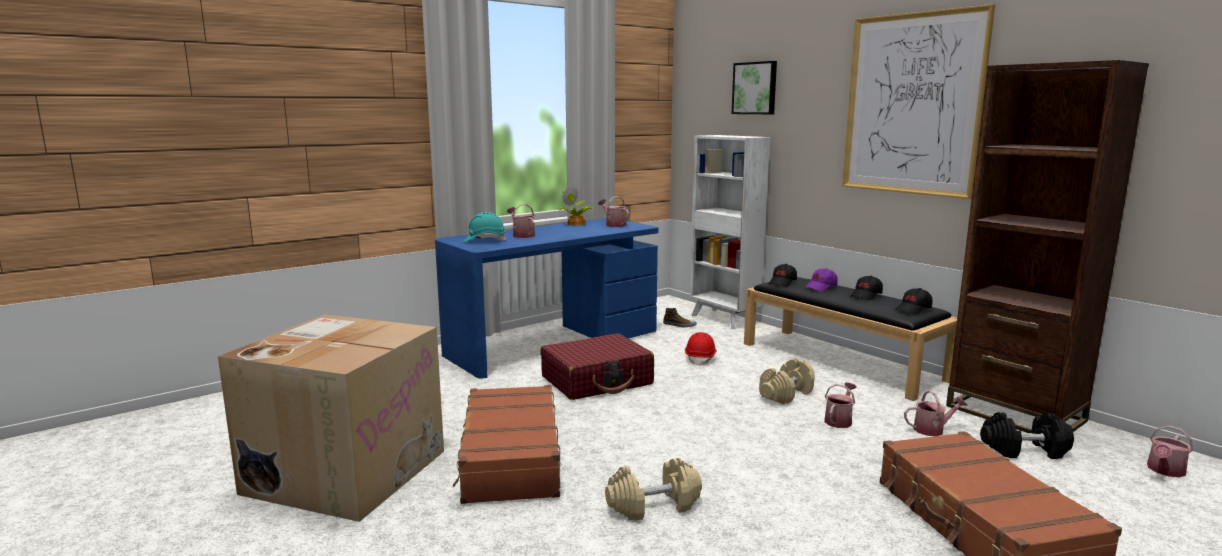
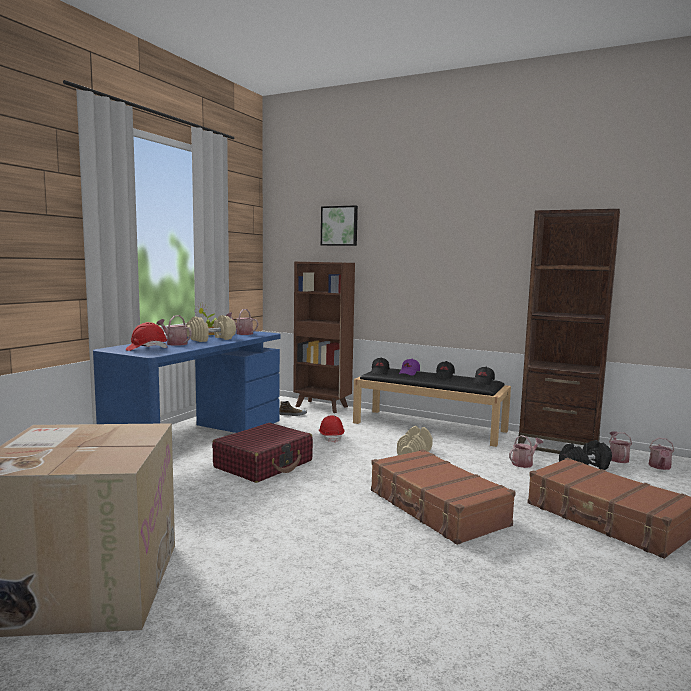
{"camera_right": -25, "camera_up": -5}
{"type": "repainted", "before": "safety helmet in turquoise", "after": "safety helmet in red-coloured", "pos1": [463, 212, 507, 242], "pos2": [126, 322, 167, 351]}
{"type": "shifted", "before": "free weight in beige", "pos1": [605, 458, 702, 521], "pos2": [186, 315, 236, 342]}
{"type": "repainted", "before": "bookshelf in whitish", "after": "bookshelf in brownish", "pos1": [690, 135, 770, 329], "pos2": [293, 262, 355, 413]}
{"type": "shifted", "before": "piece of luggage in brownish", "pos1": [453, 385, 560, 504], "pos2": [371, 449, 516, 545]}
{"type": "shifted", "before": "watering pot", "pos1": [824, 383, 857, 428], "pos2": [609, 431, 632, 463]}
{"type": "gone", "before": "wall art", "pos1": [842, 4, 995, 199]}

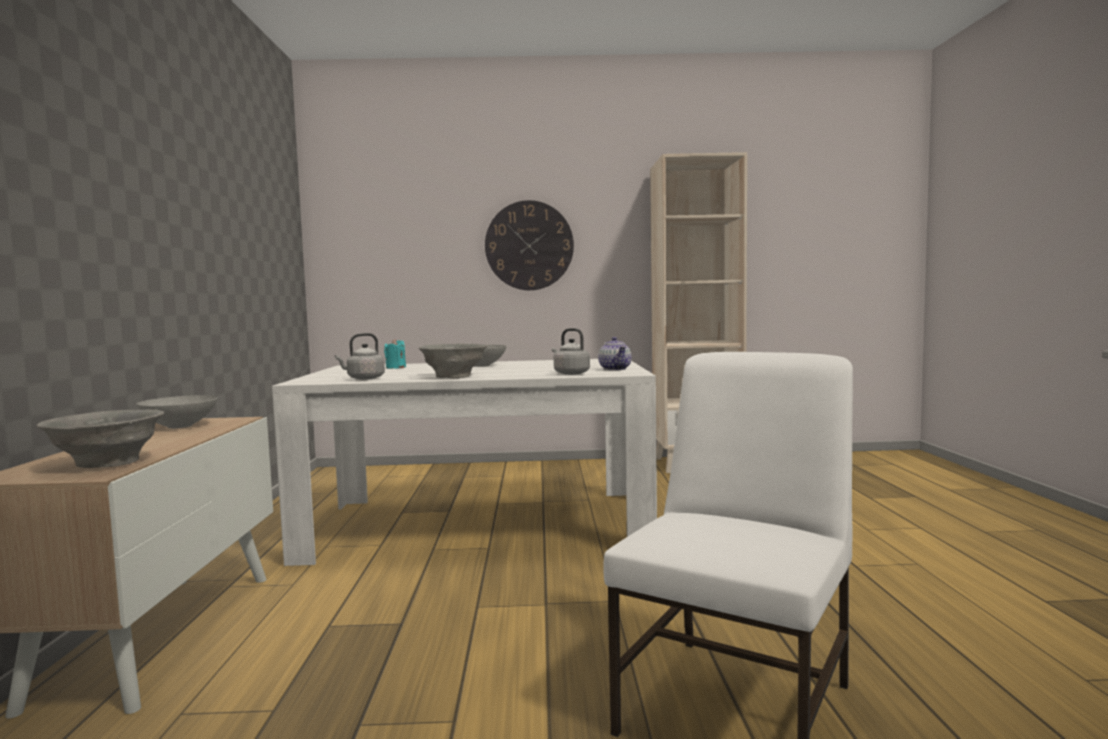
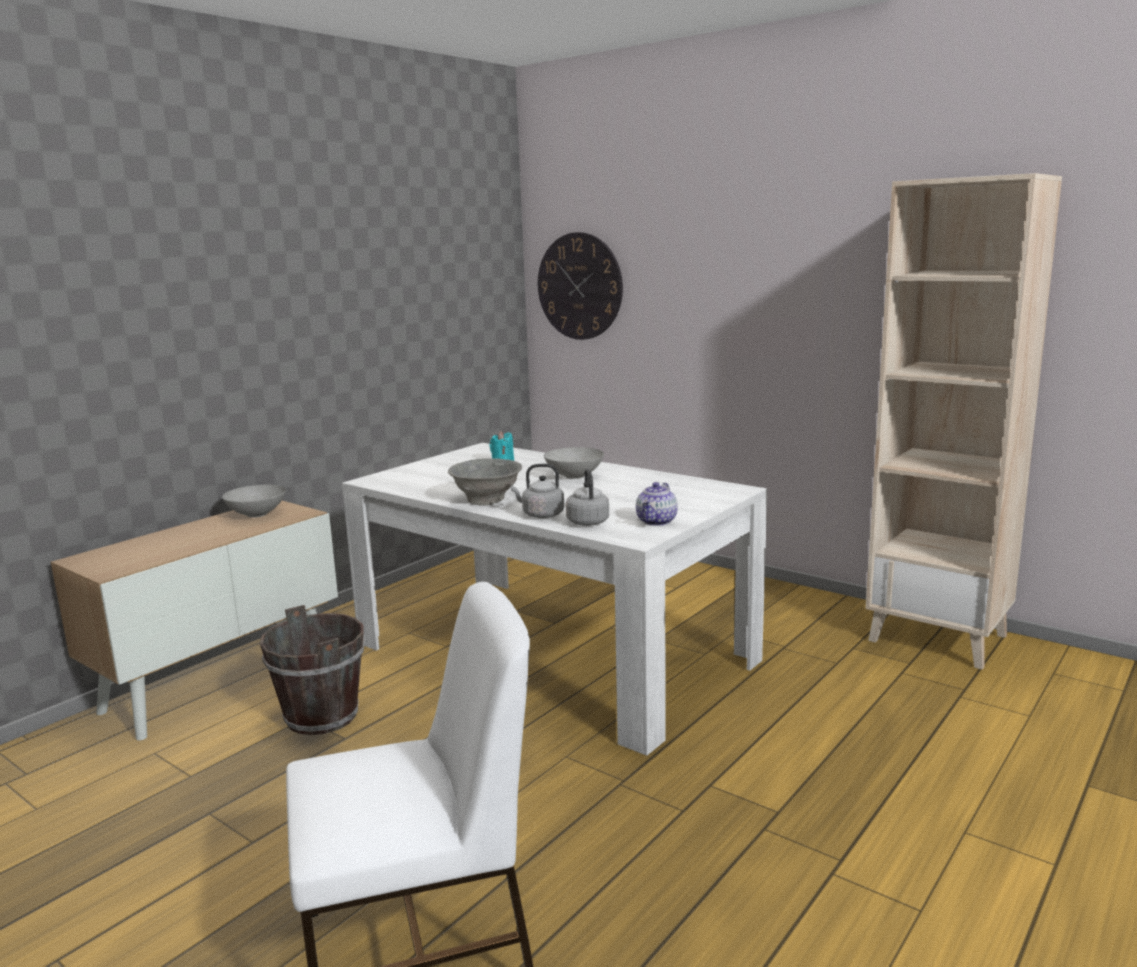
{"camera_right": 40, "camera_up": 10}
{"type": "new", "after": "pail in brownish", "pos2": [260, 605, 365, 735]}
{"type": "shifted", "before": "tea kettle in gray", "pos1": [335, 333, 385, 380], "pos2": [511, 464, 564, 518]}
{"type": "shifted", "before": "wall clock", "pos1": [485, 200, 574, 290], "pos2": [538, 232, 623, 340]}
{"type": "gone", "before": "deep dish in gray", "pos1": [37, 409, 164, 468]}

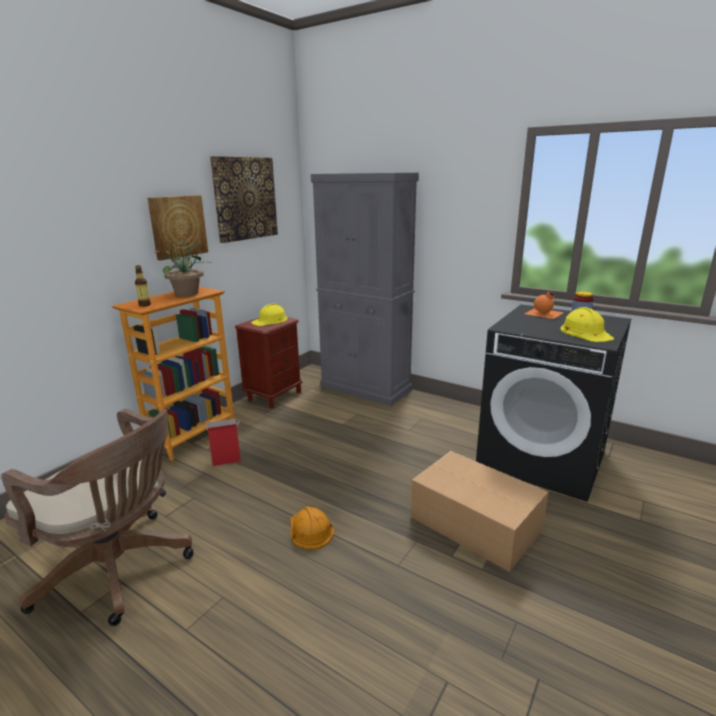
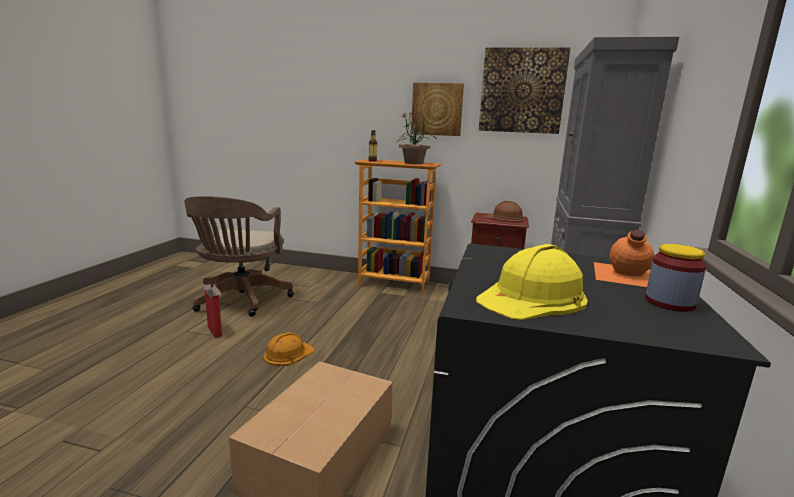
{"camera_right": 70, "camera_up": -5}
{"type": "shifted", "before": "cardboard box", "pos1": [205, 418, 241, 466], "pos2": [202, 284, 222, 338]}
{"type": "repainted", "before": "safety helmet in yellowish", "after": "safety helmet in brownish", "pos1": [251, 303, 287, 326], "pos2": [485, 201, 524, 222]}

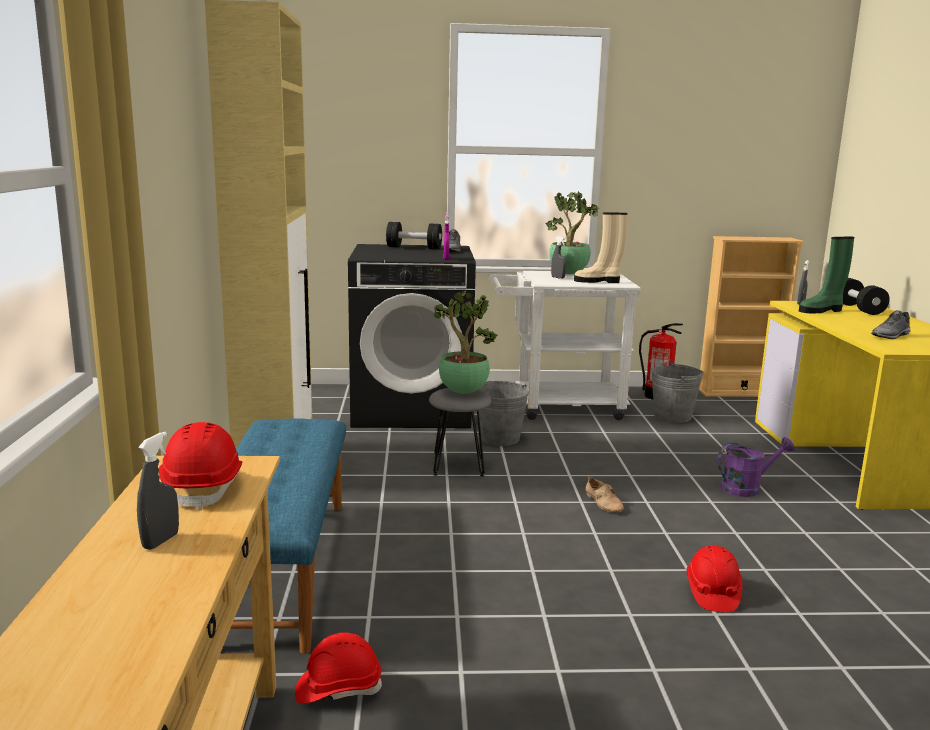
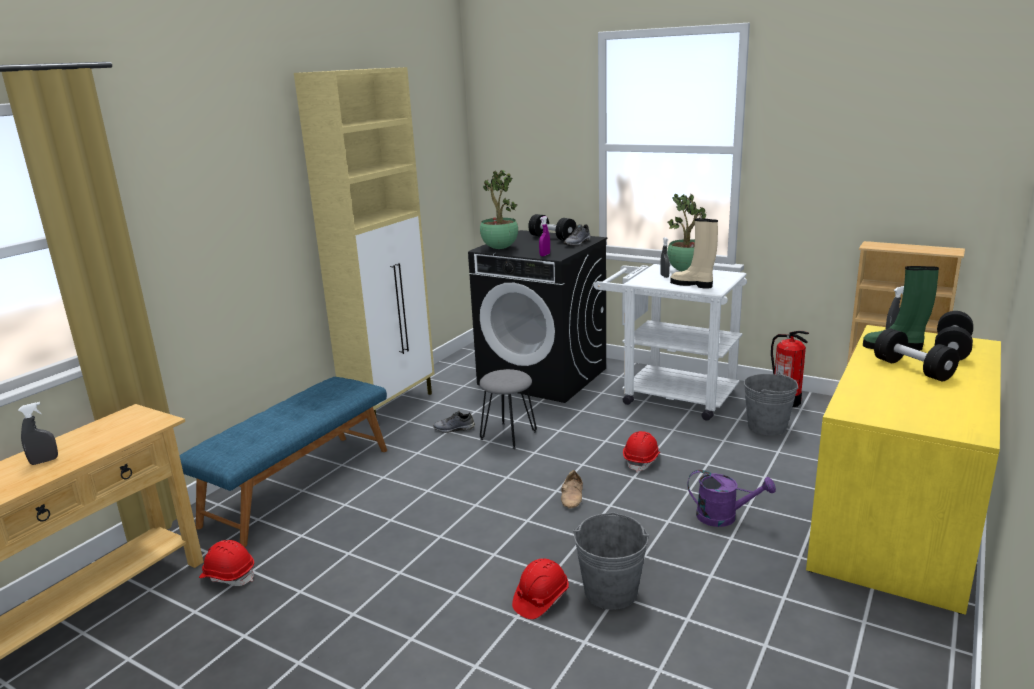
{"camera_right": 35, "camera_up": 5}
{"type": "shifted", "before": "shoe in gray", "pos1": [871, 310, 910, 339], "pos2": [433, 411, 475, 433]}
{"type": "shifted", "before": "houseplant", "pos1": [434, 291, 497, 394], "pos2": [480, 170, 518, 249]}
{"type": "shifted", "before": "pail in gray", "pos1": [476, 381, 529, 446], "pos2": [573, 512, 649, 610]}
{"type": "shifted", "before": "safety helmet in red-coloured", "pos1": [159, 422, 242, 510], "pos2": [623, 431, 660, 472]}
{"type": "new", "after": "free weight in black-coloured", "pos2": [874, 328, 959, 381]}

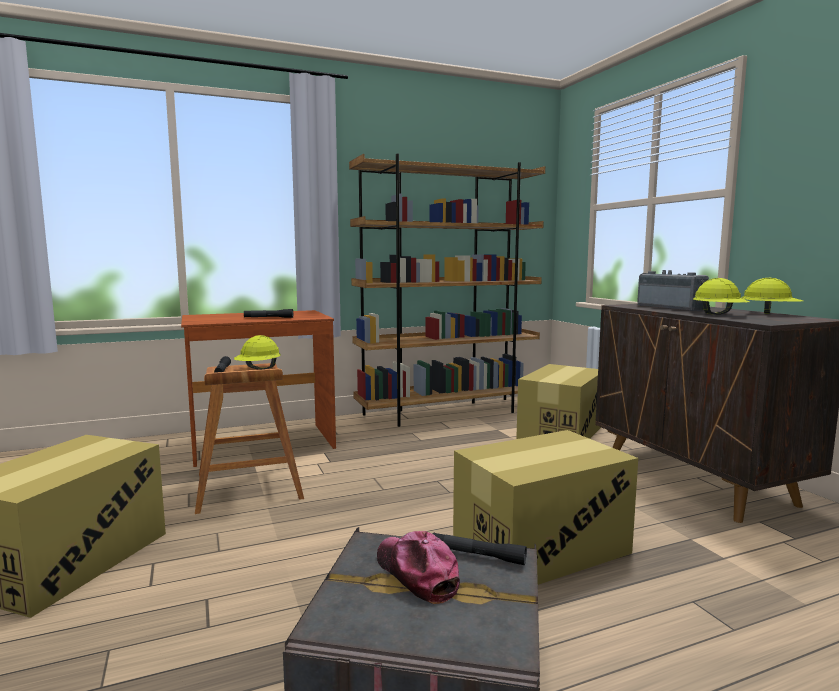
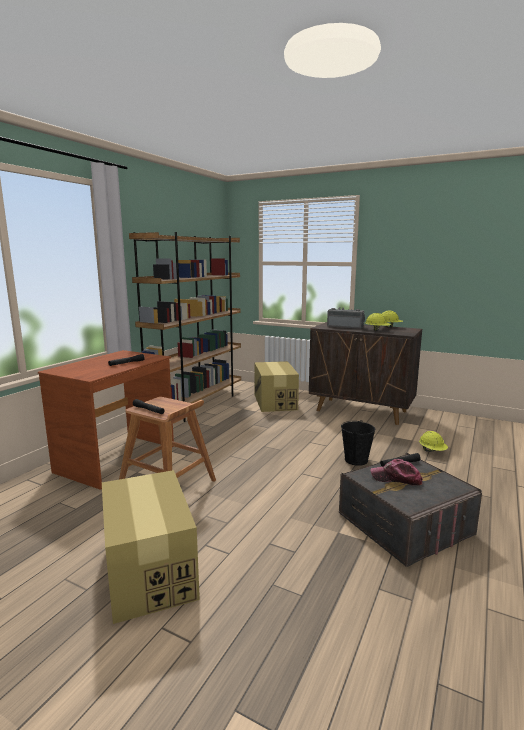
{"camera_right": -40, "camera_up": 5}
{"type": "swapped", "before": "cardboard box", "after": "pail in black-coloured", "pos1": [453, 430, 638, 585], "pos2": [341, 420, 375, 466]}
{"type": "shifted", "before": "safety helmet in yellowish", "pos1": [234, 335, 281, 370], "pos2": [419, 431, 448, 452]}

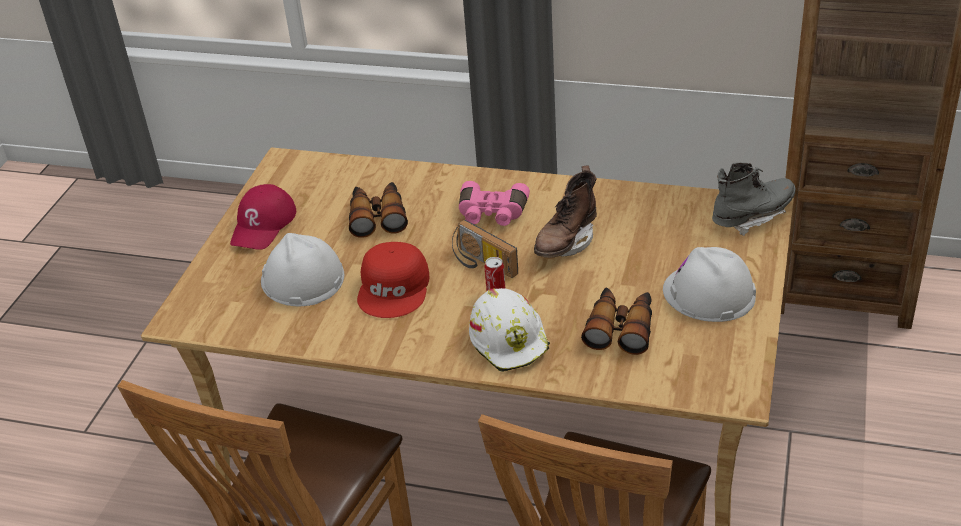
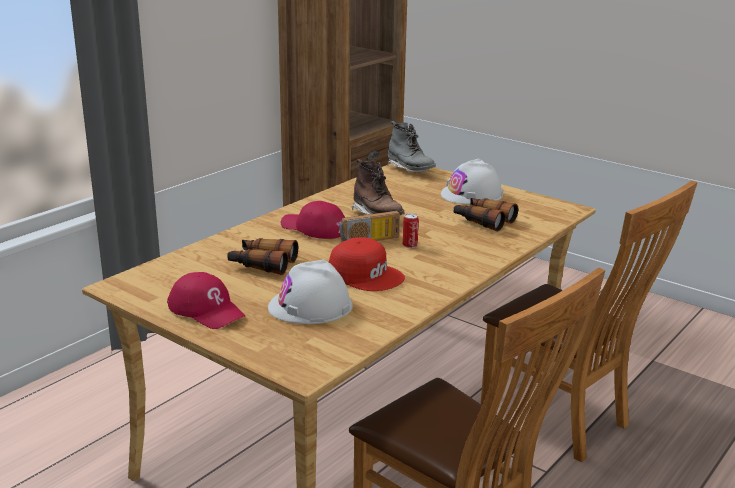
{"camera_right": -70, "camera_up": -15}
{"type": "swapped", "before": "field glasses in pink-coloured", "after": "peaked cap in red-coloured", "pos1": [459, 181, 530, 226], "pos2": [281, 201, 345, 239]}
{"type": "rotated", "before": "boot in gray", "pos1": [712, 163, 796, 236], "pos2": [387, 121, 436, 173], "turn": 150}
{"type": "gone", "before": "safety helmet in whitish", "pos1": [469, 288, 550, 372]}

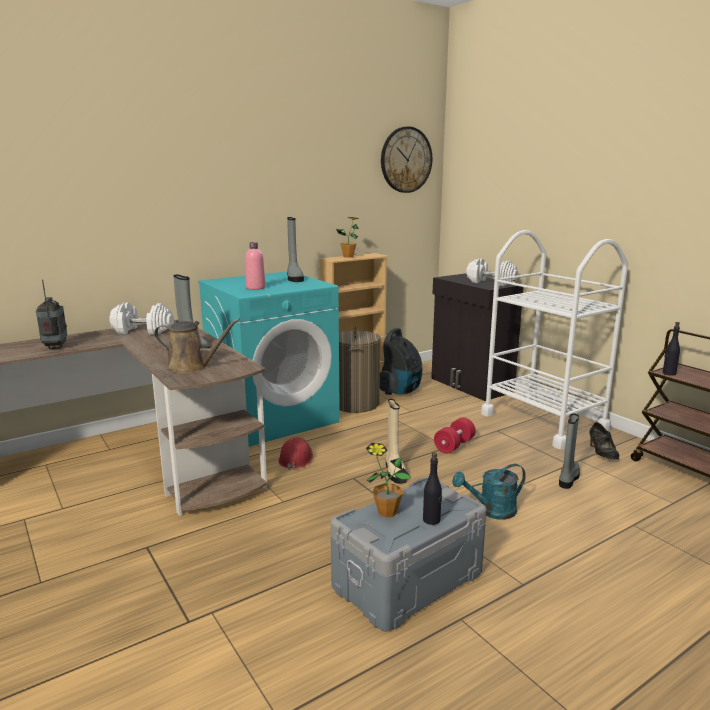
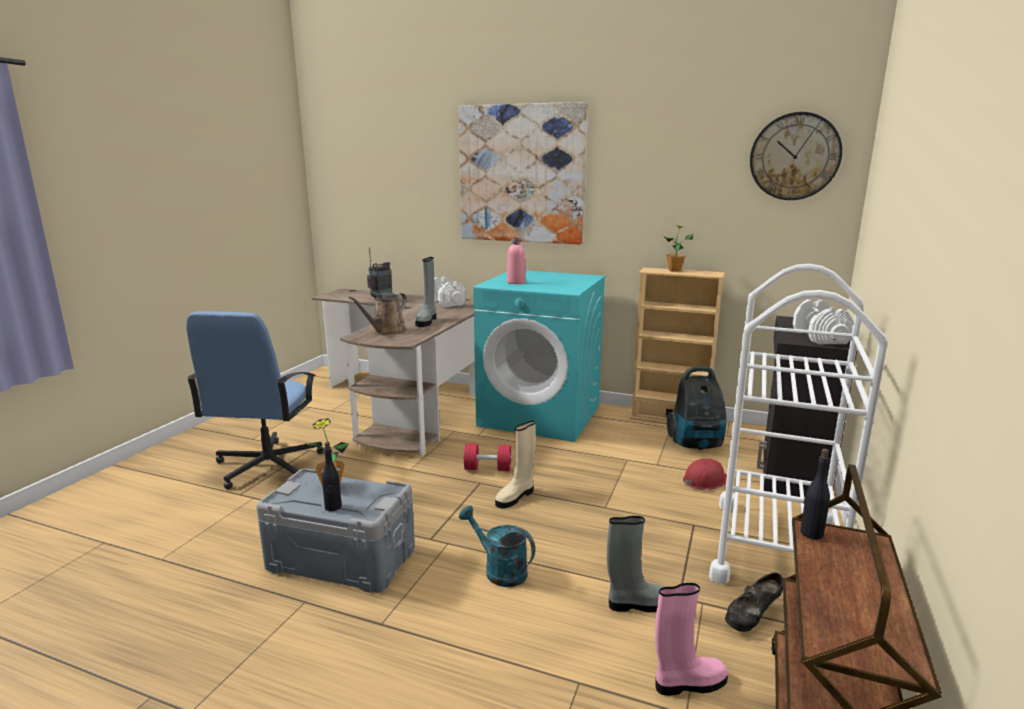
{"camera_right": 55, "camera_up": 0}
{"type": "new", "after": "office chair in blue", "pos2": [186, 311, 324, 489]}
{"type": "rotated", "before": "watering pot in brownish", "pos1": [154, 318, 240, 373], "pos2": [349, 292, 407, 335], "turn": 60}
{"type": "new", "after": "wall art", "pos2": [459, 102, 588, 244]}
{"type": "shifted", "before": "free weight in red-coloured", "pos1": [434, 417, 476, 453], "pos2": [463, 444, 512, 471]}
{"type": "new", "after": "boot in pink-coloured", "pos2": [655, 583, 728, 696]}
{"type": "shifted", "before": "safety helmet in red-coloured", "pos1": [279, 437, 313, 470], "pos2": [683, 458, 727, 490]}
{"type": "gone", "before": "boot in gray", "pos1": [287, 217, 304, 282]}
{"type": "gone", "before": "washing basket", "pos1": [339, 326, 381, 413]}

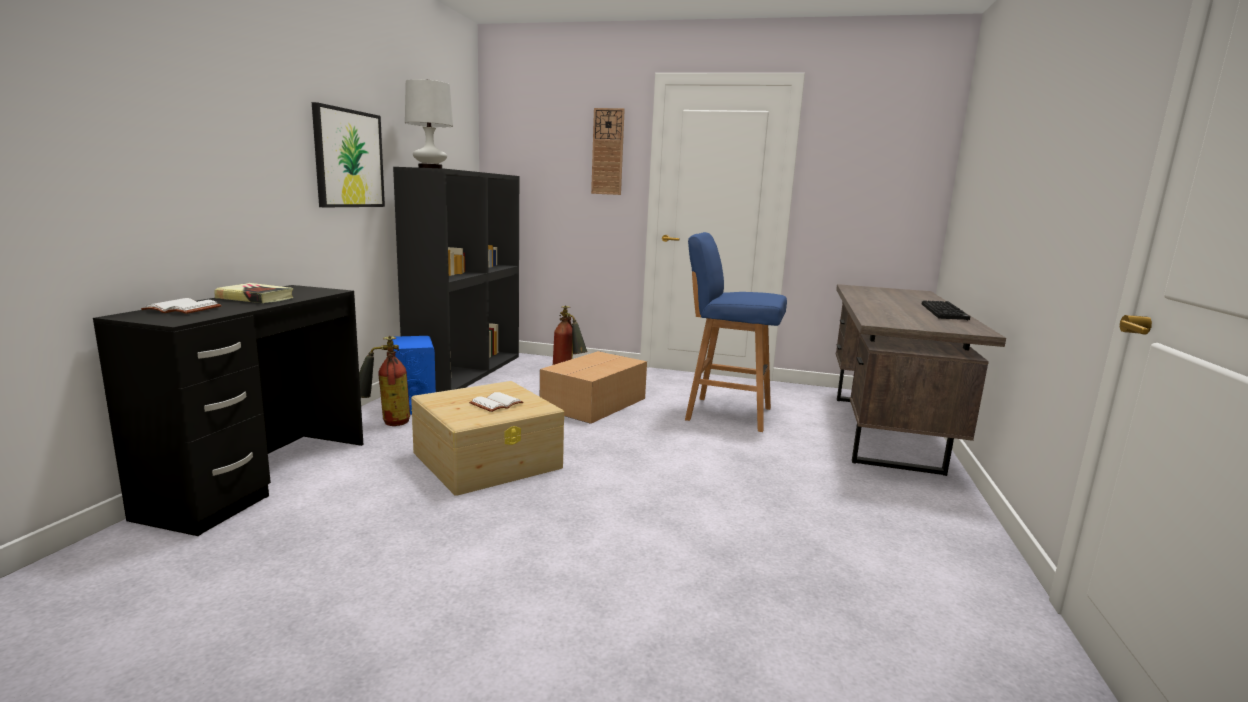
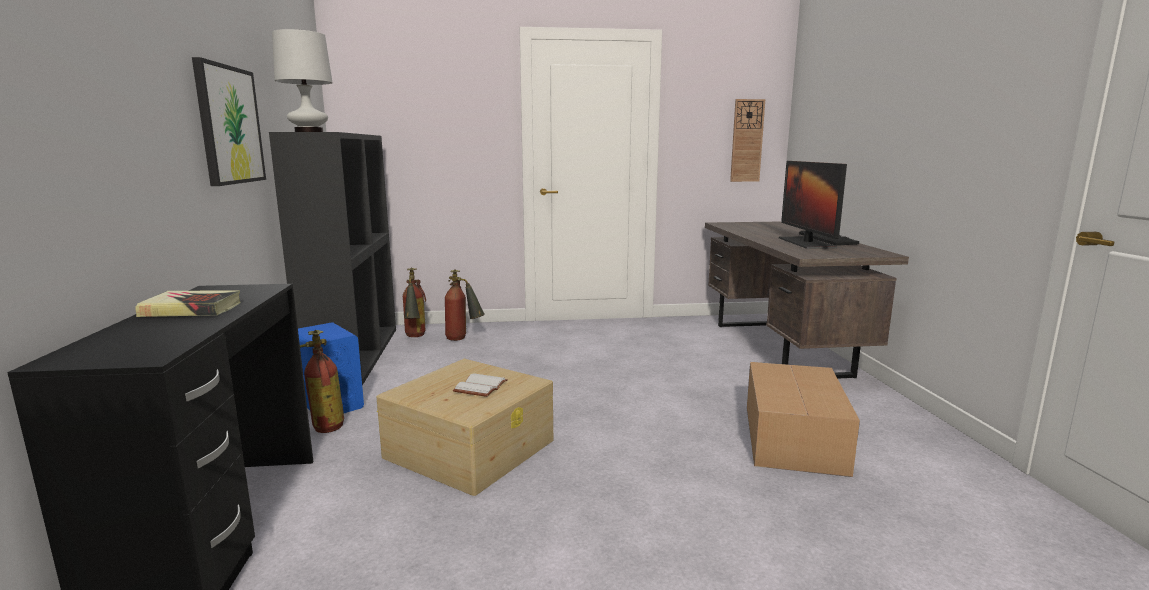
{"camera_right": -20, "camera_up": 0}
{"type": "new", "after": "extinguisher", "pos2": [403, 268, 426, 337]}
{"type": "shifted", "before": "wall clock", "pos1": [591, 108, 625, 195], "pos2": [730, 99, 765, 182]}
{"type": "shifted", "before": "cardboard box", "pos1": [540, 351, 647, 424], "pos2": [747, 362, 860, 477]}
{"type": "new", "after": "monitor", "pos2": [779, 161, 847, 249]}
{"type": "gone", "before": "bound book in whitish", "pos1": [141, 298, 222, 314]}
{"type": "gone", "before": "sitting stool in blue", "pos1": [685, 232, 787, 432]}

